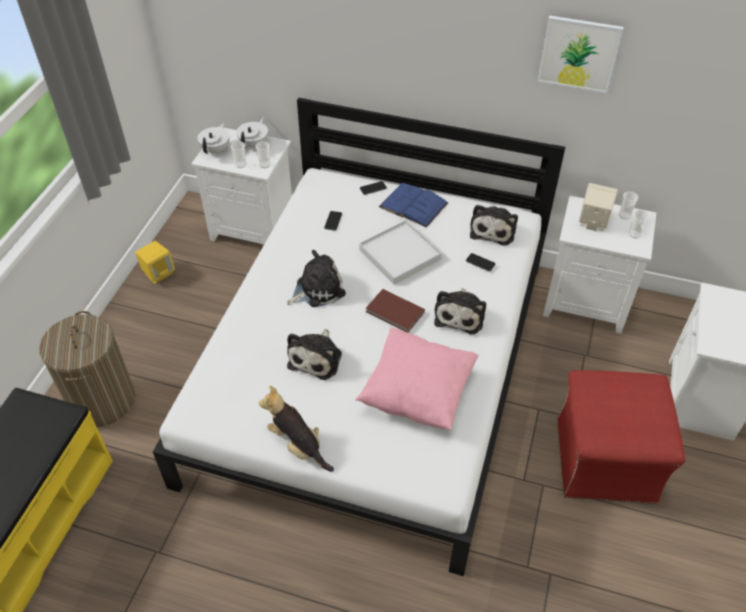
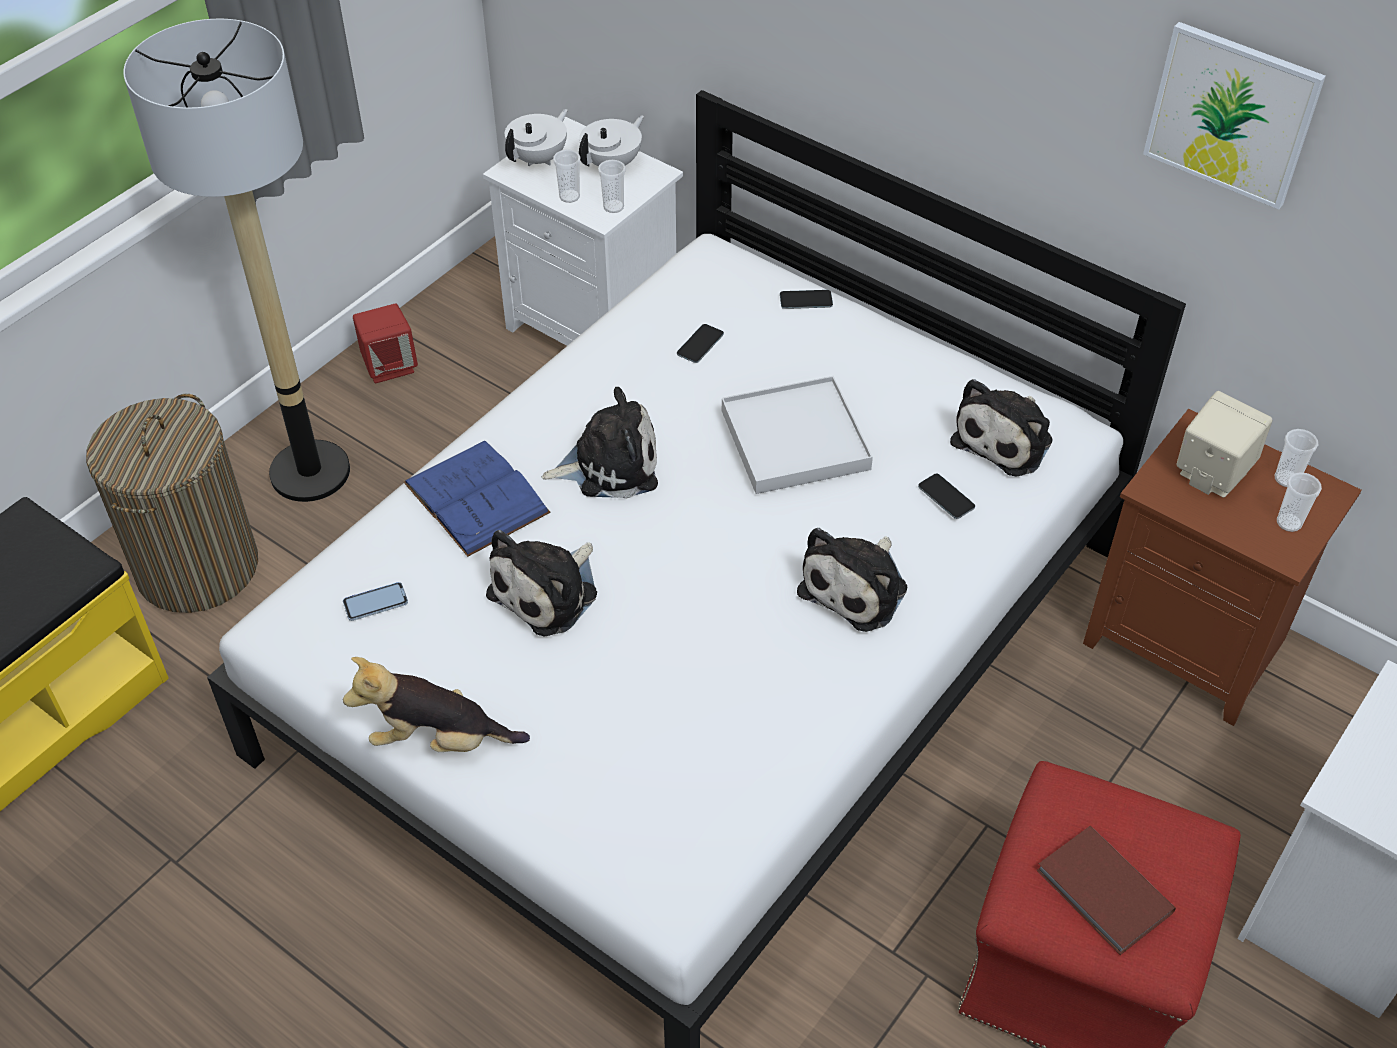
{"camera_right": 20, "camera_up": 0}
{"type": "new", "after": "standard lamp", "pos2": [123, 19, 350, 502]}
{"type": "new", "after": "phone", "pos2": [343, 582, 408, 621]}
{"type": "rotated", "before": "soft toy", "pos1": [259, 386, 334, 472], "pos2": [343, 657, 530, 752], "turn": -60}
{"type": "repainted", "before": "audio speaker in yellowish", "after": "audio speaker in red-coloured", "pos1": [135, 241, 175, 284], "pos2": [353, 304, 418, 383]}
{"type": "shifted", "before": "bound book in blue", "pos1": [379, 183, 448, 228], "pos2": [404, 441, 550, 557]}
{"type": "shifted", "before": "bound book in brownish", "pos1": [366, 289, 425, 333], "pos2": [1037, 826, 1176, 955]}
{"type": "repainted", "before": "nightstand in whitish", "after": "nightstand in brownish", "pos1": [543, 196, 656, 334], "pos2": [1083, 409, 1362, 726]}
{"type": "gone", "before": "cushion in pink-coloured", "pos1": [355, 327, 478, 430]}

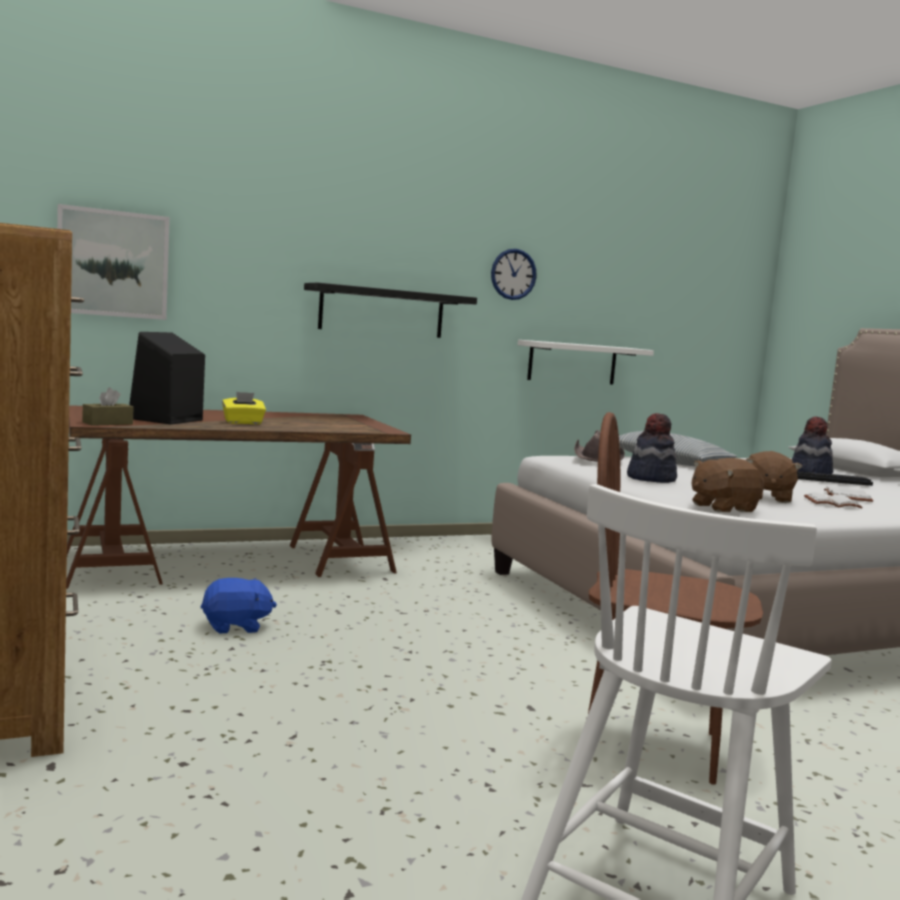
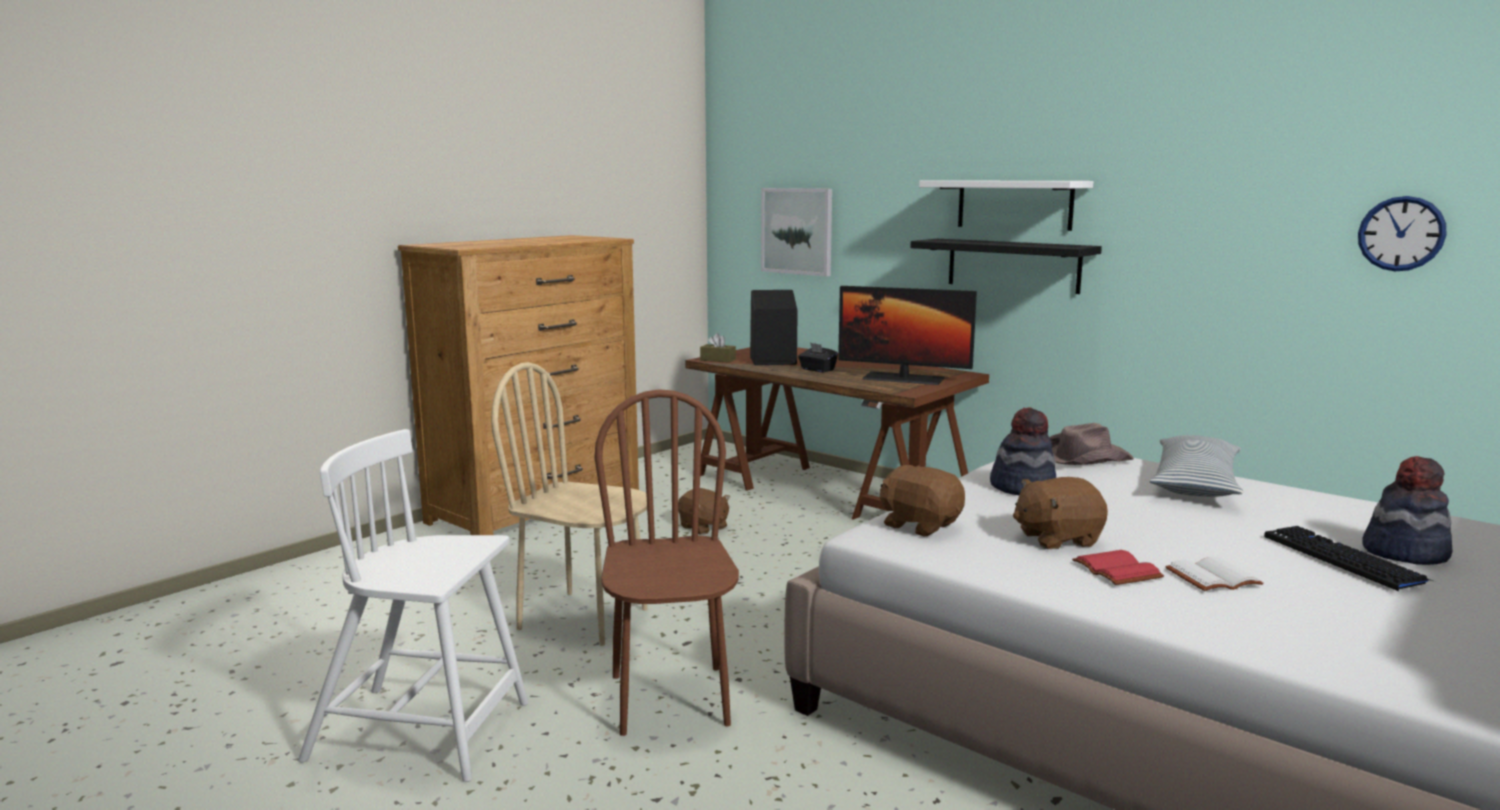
{"camera_right": 65, "camera_up": 5}
{"type": "new", "after": "plain chair in beige", "pos2": [491, 362, 647, 646]}
{"type": "repainted", "before": "soft toy in blue", "after": "soft toy in brownish", "pos1": [201, 578, 277, 634], "pos2": [678, 488, 730, 535]}
{"type": "repainted", "before": "tissue holder in yellowish", "after": "tissue holder in black-coloured", "pos1": [222, 392, 266, 424], "pos2": [798, 343, 838, 372]}
{"type": "new", "after": "monitor", "pos2": [838, 286, 977, 385]}
{"type": "shifted", "before": "wall shelf in whitish", "pos1": [518, 340, 654, 384], "pos2": [919, 180, 1094, 231]}
{"type": "repainted", "before": "bound book in whitish", "after": "bound book in red-coloured", "pos1": [804, 492, 863, 508], "pos2": [1072, 550, 1164, 585]}
{"type": "shifted", "before": "wall clock", "pos1": [491, 249, 537, 300], "pos2": [1358, 196, 1446, 271]}

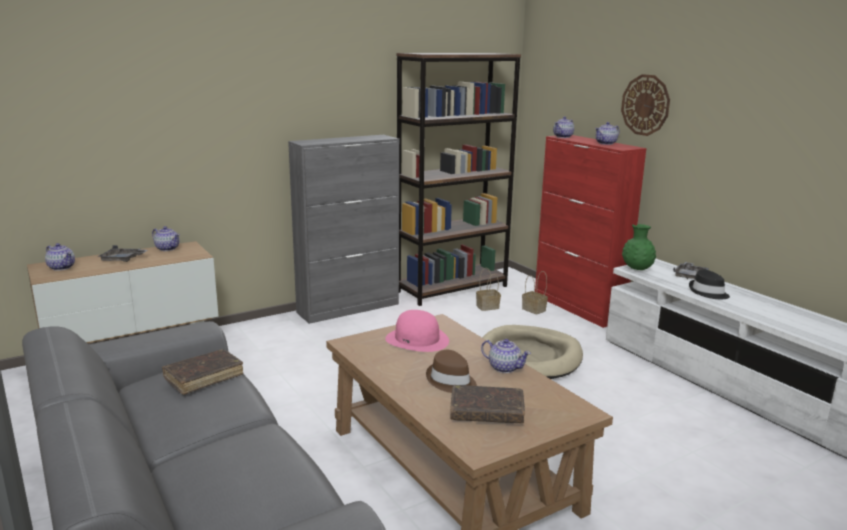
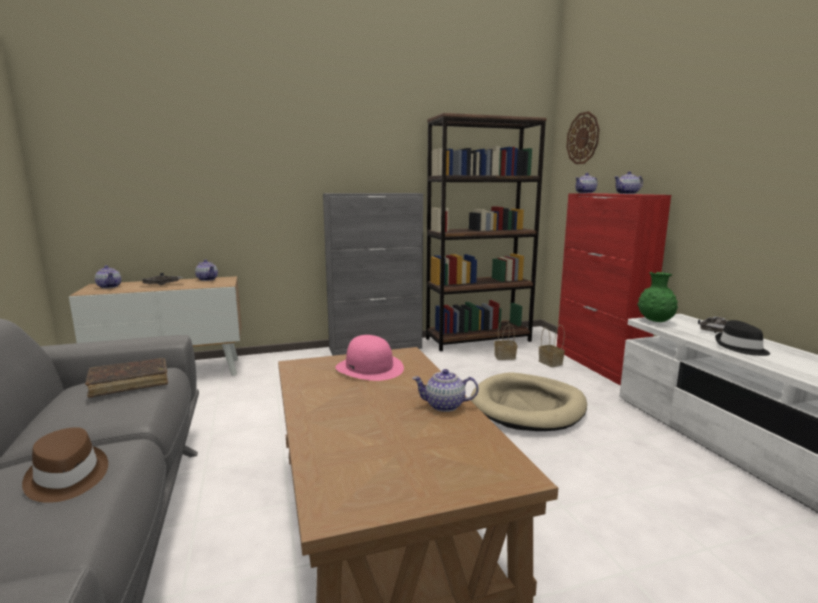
{"camera_right": 15, "camera_up": -5}
{"type": "shifted", "before": "wearable hat in brownish", "pos1": [426, 350, 477, 393], "pos2": [22, 427, 108, 503]}
{"type": "rotated", "before": "teapot", "pos1": [481, 339, 531, 373], "pos2": [412, 369, 479, 412], "turn": 135}
{"type": "shifted", "before": "wall clock", "pos1": [621, 74, 670, 136], "pos2": [566, 111, 599, 164]}
{"type": "gone", "before": "bound book in brownish", "pos1": [450, 385, 525, 423]}

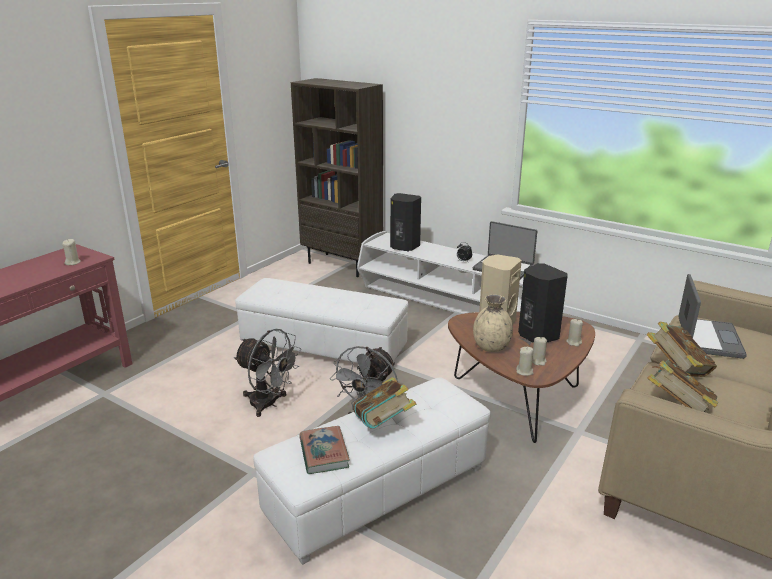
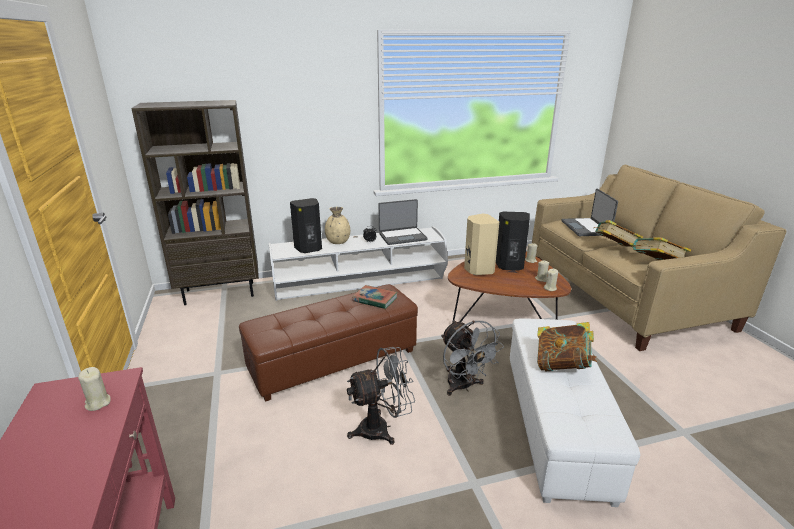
{"camera_right": -50, "camera_up": 0}
{"type": "repainted", "before": "footrest in whitish", "after": "footrest in brownish", "pos1": [235, 278, 409, 363], "pos2": [239, 284, 418, 402]}
{"type": "shifted", "before": "vase in beige", "pos1": [473, 295, 513, 352], "pos2": [325, 207, 350, 244]}
{"type": "shifted", "before": "bound book", "pos1": [299, 426, 350, 474], "pos2": [352, 285, 397, 309]}
{"type": "rotated", "before": "laptop", "pos1": [678, 274, 747, 359], "pos2": [561, 188, 618, 236], "turn": -150}

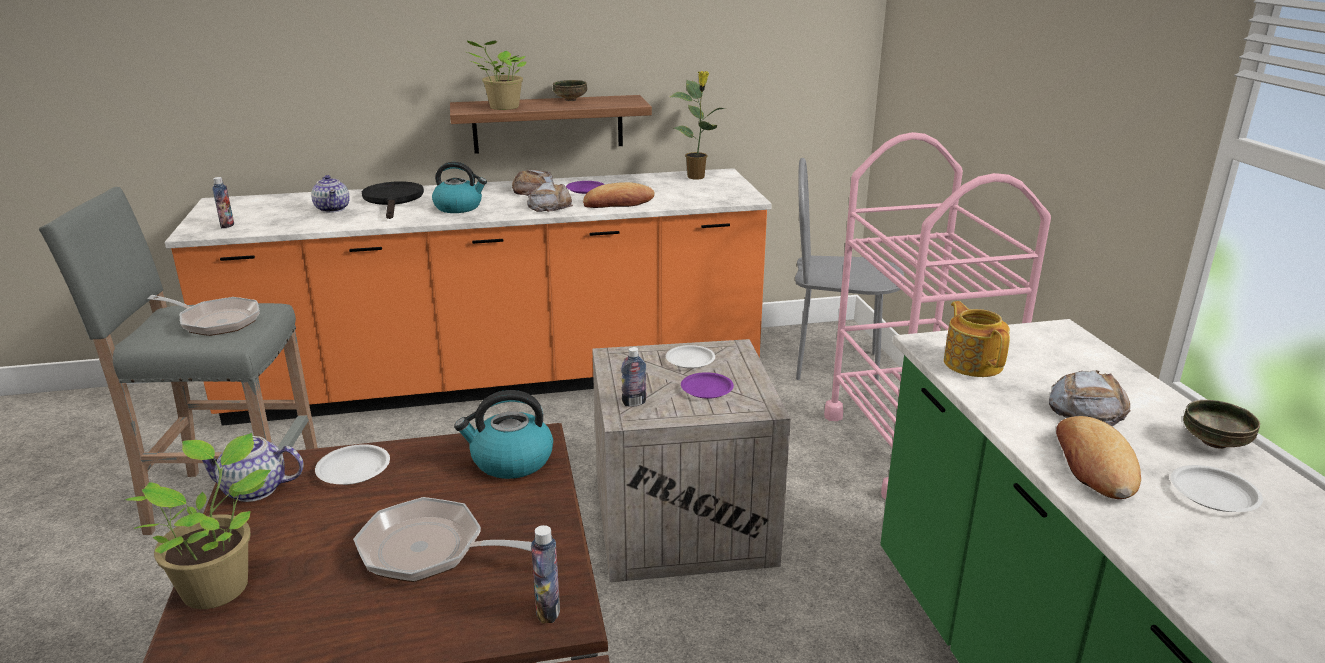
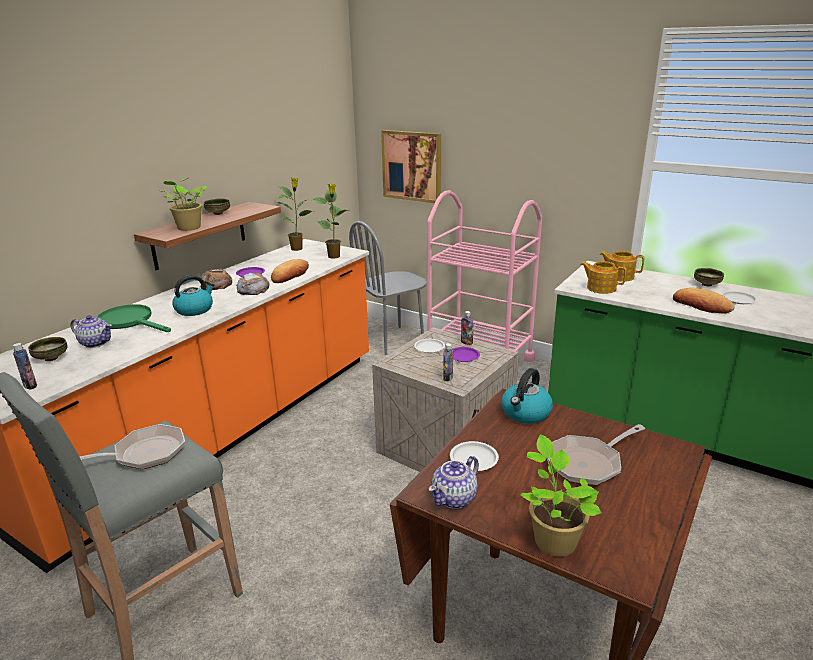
{"camera_right": -45, "camera_up": 0}
{"type": "new", "after": "deep dish", "pos2": [28, 337, 67, 361]}
{"type": "repainted", "before": "frying pan in black-coloured", "after": "frying pan in green", "pos1": [362, 181, 424, 219], "pos2": [97, 304, 171, 332]}
{"type": "new", "after": "houseplant", "pos2": [312, 183, 350, 259]}
{"type": "new", "after": "wall art", "pos2": [381, 130, 441, 203]}
{"type": "shifted", "before": "bottle", "pos1": [531, 525, 560, 623], "pos2": [461, 311, 474, 345]}
{"type": "new", "after": "teapot", "pos2": [599, 251, 644, 282]}
{"type": "gone", "before": "baked bread", "pos1": [1049, 370, 1131, 426]}

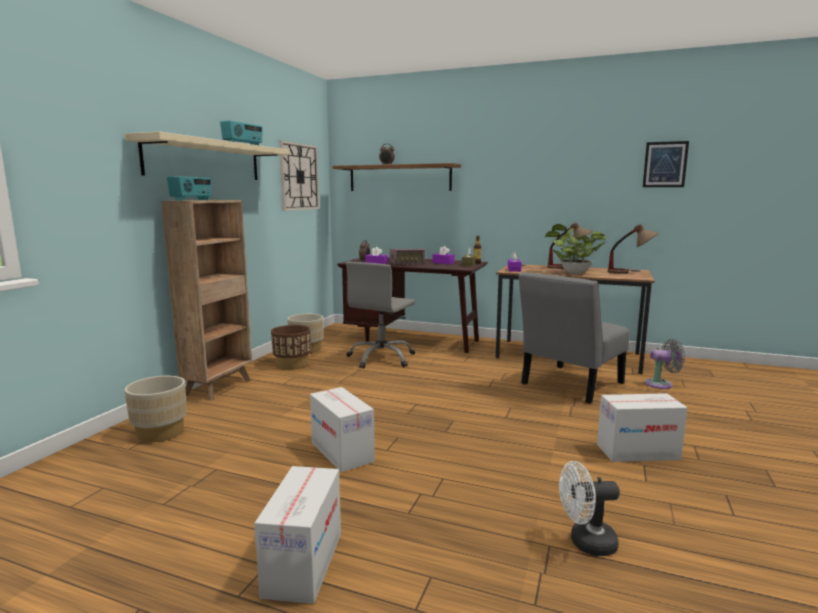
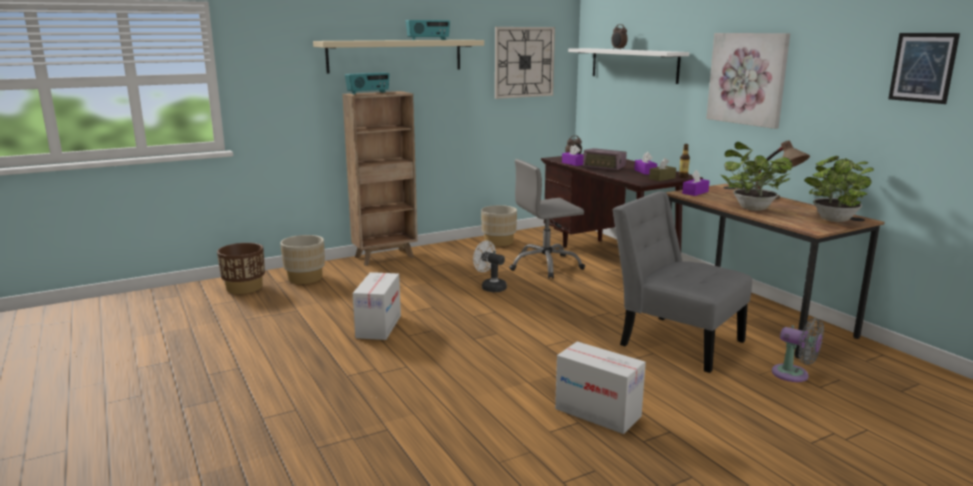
{"camera_right": 40, "camera_up": 5}
{"type": "shifted", "before": "plant pot in brownish", "pos1": [271, 325, 311, 369], "pos2": [217, 243, 265, 294]}
{"type": "shifted", "before": "fan in whitish", "pos1": [559, 461, 620, 556], "pos2": [473, 241, 507, 292]}
{"type": "repainted", "before": "wall shelf in brownish", "after": "wall shelf in whitish", "pos1": [333, 163, 461, 191], "pos2": [568, 48, 690, 84]}
{"type": "rotated", "before": "plain chair in gray", "pos1": [518, 272, 630, 403], "pos2": [612, 192, 752, 373], "turn": 45}
{"type": "new", "after": "wall art", "pos2": [706, 33, 790, 129]}
{"type": "swapped", "before": "table lamp", "after": "houseplant", "pos1": [608, 224, 659, 274], "pos2": [804, 156, 874, 222]}
{"type": "gone", "before": "cardboard box", "pos1": [254, 466, 341, 604]}

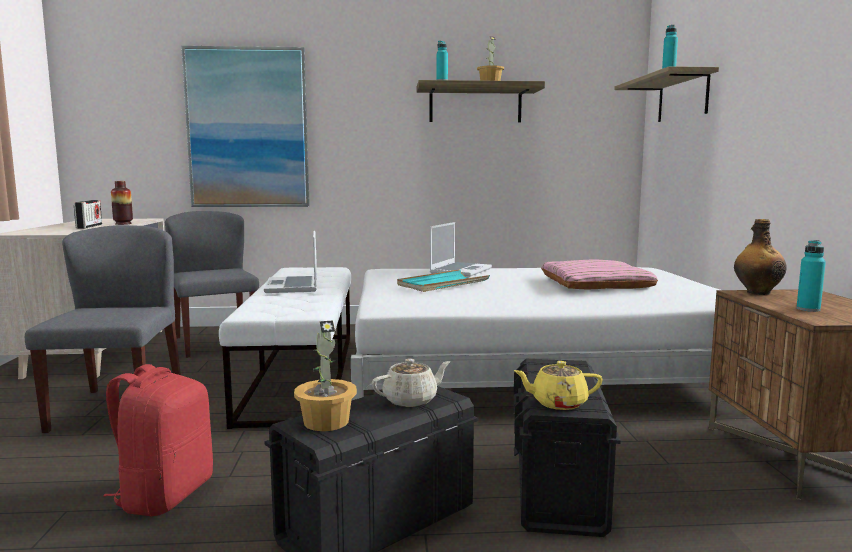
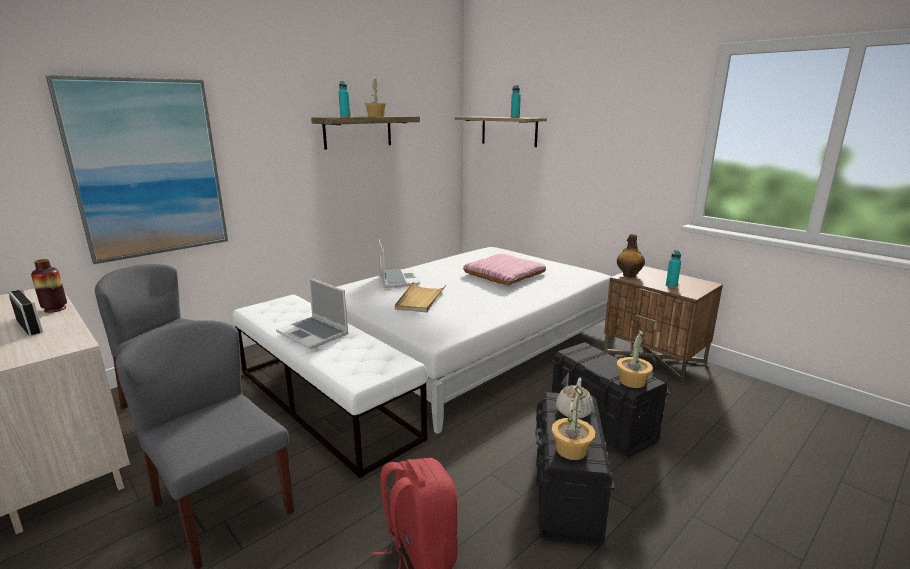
{"camera_right": -40, "camera_up": 10}
{"type": "repainted", "before": "tray in turquoise", "after": "tray in beige", "pos1": [397, 269, 490, 292], "pos2": [395, 282, 447, 312]}
{"type": "swapped", "before": "teapot in yellowish", "after": "houseplant", "pos1": [514, 361, 603, 410], "pos2": [617, 328, 653, 388]}

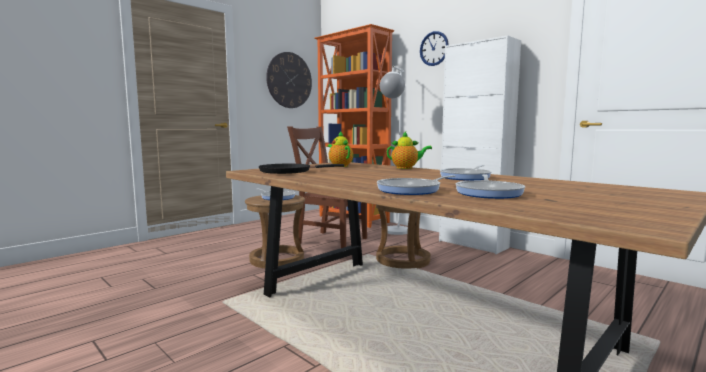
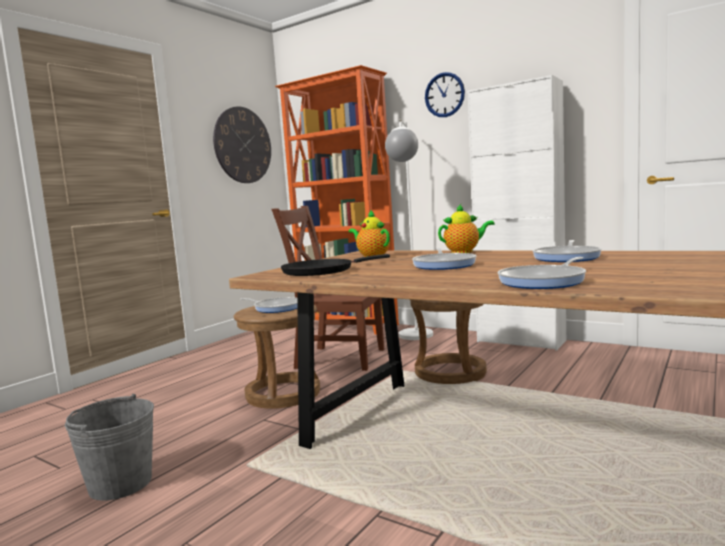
{"camera_right": -10, "camera_up": 0}
{"type": "new", "after": "pail in gray", "pos2": [65, 394, 154, 501]}
{"type": "shifted", "before": "frying pan", "pos1": [455, 175, 525, 199], "pos2": [412, 248, 476, 270]}

